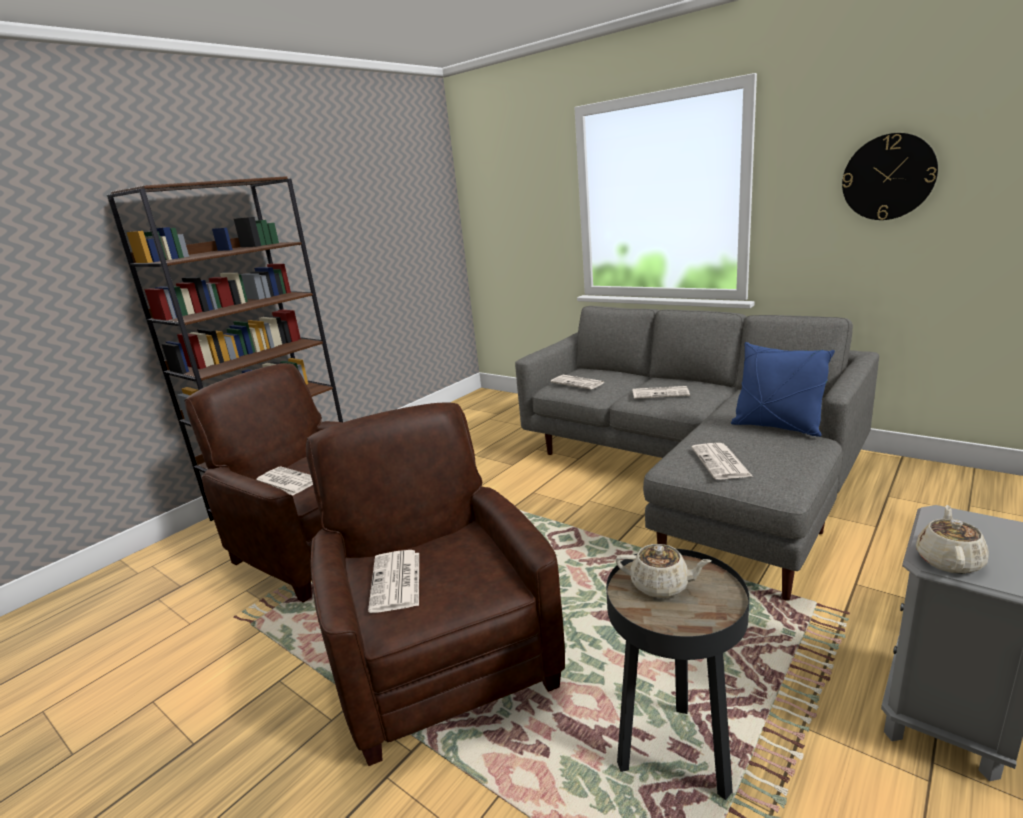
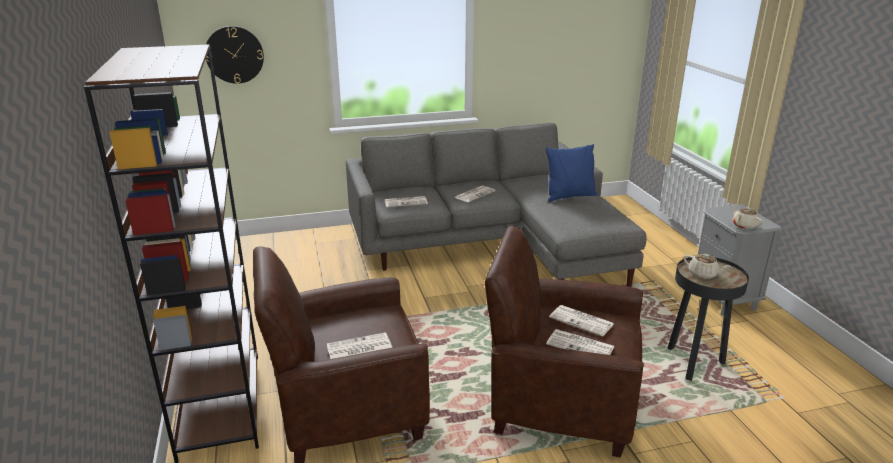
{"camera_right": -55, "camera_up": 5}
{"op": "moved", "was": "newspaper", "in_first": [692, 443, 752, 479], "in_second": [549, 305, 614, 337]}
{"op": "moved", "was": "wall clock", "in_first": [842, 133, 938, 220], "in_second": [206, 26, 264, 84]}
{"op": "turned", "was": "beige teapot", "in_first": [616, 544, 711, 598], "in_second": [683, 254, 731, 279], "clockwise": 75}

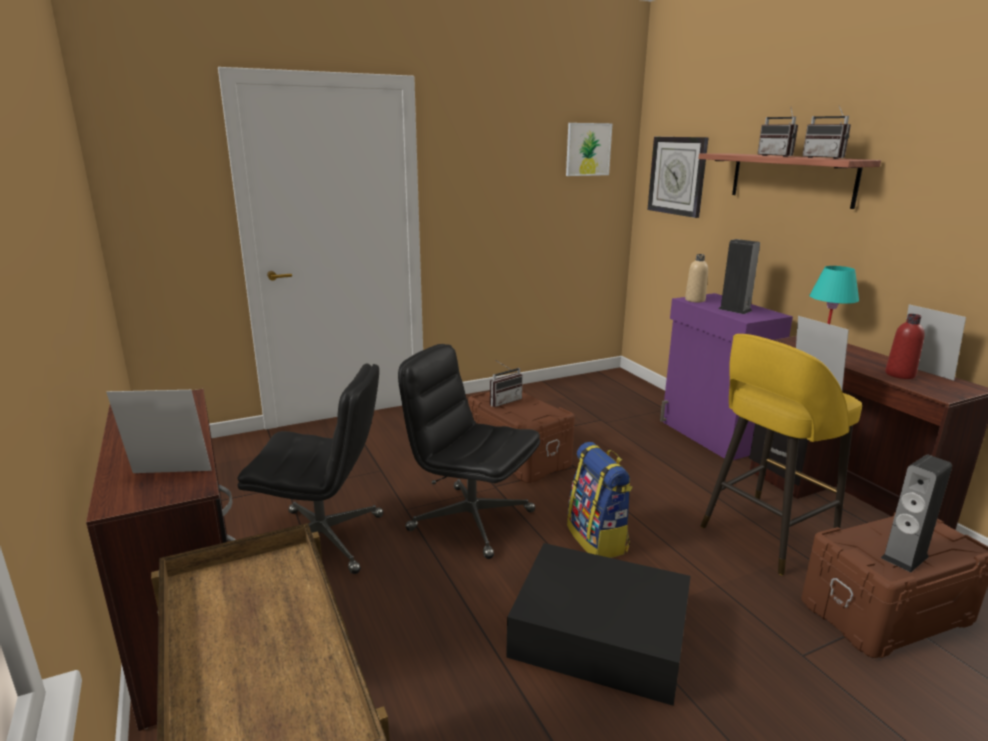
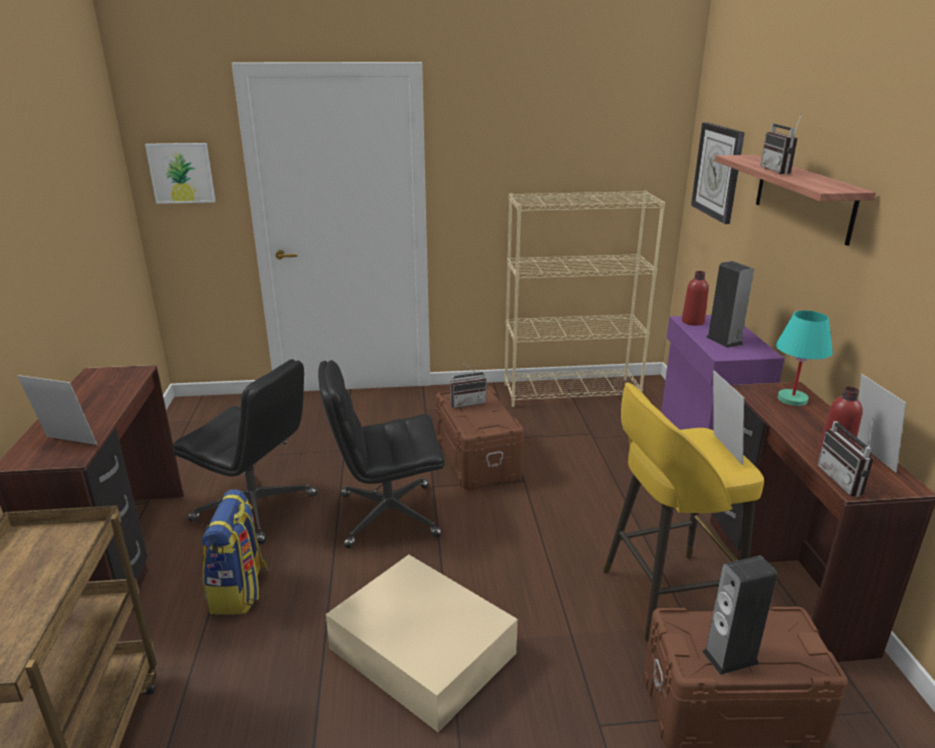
{"camera_right": 20, "camera_up": 5}
{"op": "added", "now": "beige bookcase", "in_second": [504, 191, 665, 407]}
{"op": "moved", "was": "picture", "in_first": [566, 123, 613, 176], "in_second": [145, 143, 216, 204]}
{"op": "moved", "was": "backpack", "in_first": [567, 442, 633, 558], "in_second": [202, 489, 269, 615]}
{"op": "moved", "was": "radio", "in_first": [802, 105, 851, 159], "in_second": [817, 417, 874, 497]}
{"op": "recoloured", "was": "black storage box", "now": "beige storage box", "in_first": [506, 543, 691, 706], "in_second": [326, 555, 518, 732]}
{"op": "recoloured", "was": "beige bottle", "now": "red bottle", "in_first": [685, 254, 708, 302], "in_second": [682, 271, 709, 326]}
{"op": "turned", "was": "black office chair", "in_first": [398, 344, 540, 559], "in_second": [318, 360, 445, 548], "clockwise": -60}

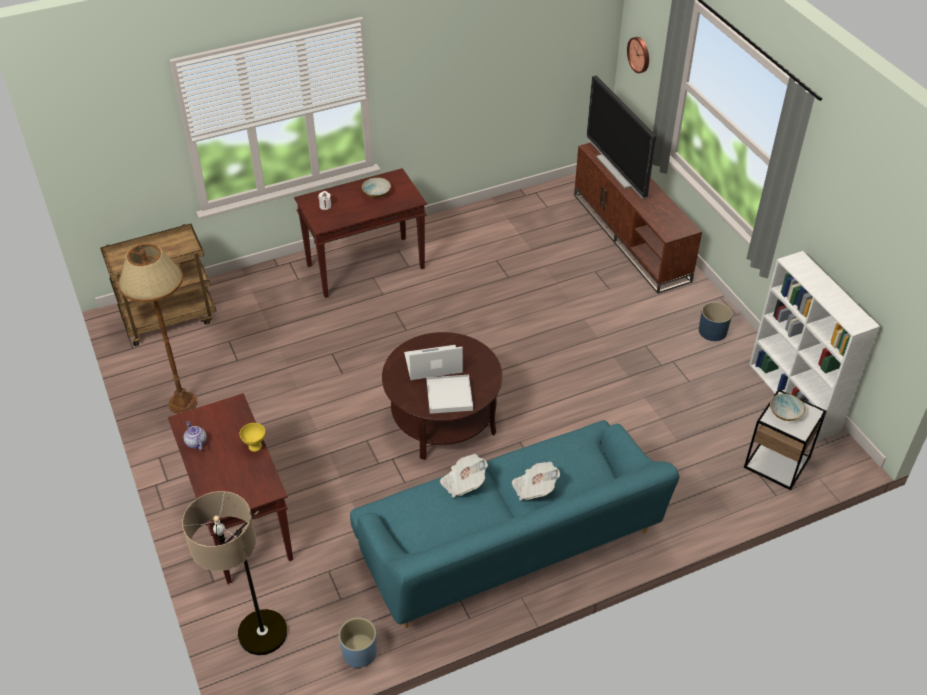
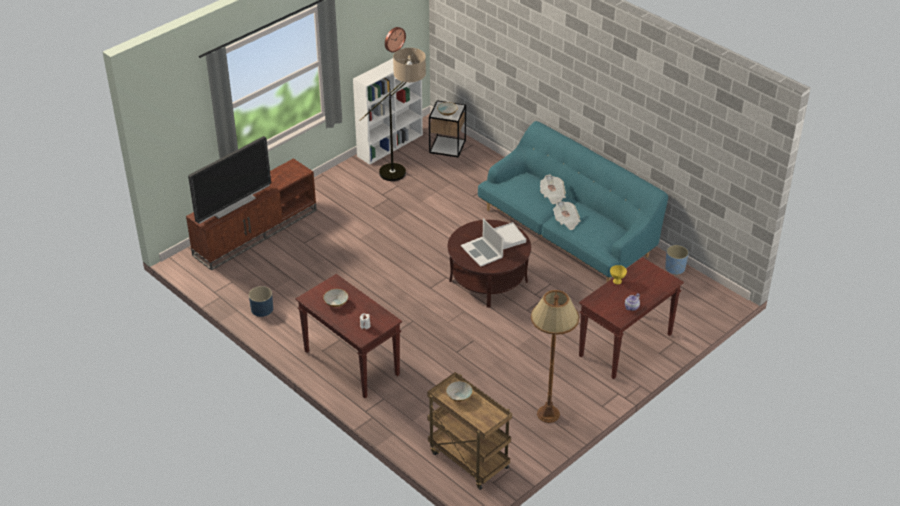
{"camera_right": -110, "camera_up": -5}
{"op": "added", "now": "bowl", "in_second": [446, 381, 473, 402]}
{"op": "moved", "was": "floor lamp", "in_first": [182, 491, 287, 655], "in_second": [359, 48, 426, 181]}
{"op": "moved", "was": "wall clock", "in_first": [627, 37, 649, 73], "in_second": [385, 27, 406, 52]}
{"op": "moved", "was": "blue planter", "in_first": [699, 302, 732, 341], "in_second": [249, 286, 273, 317]}

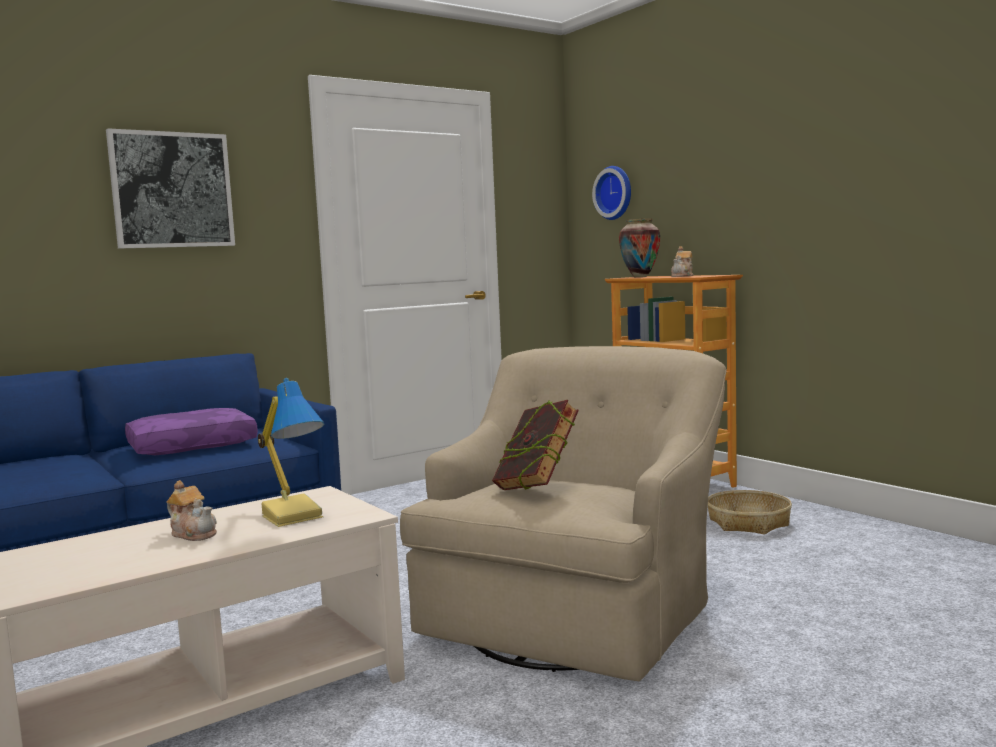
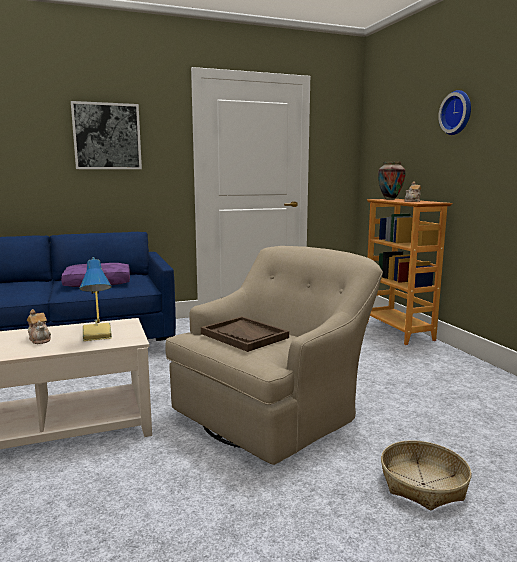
{"camera_right": 15, "camera_up": 5}
{"op": "moved", "was": "wall clock", "in_first": [592, 166, 631, 220], "in_second": [438, 90, 471, 135]}
{"op": "moved", "was": "basket", "in_first": [708, 490, 792, 534], "in_second": [381, 440, 472, 510]}
{"op": "replaced", "was": "book", "now": "brown tray", "in_first": [492, 400, 579, 490], "in_second": [201, 316, 289, 352]}

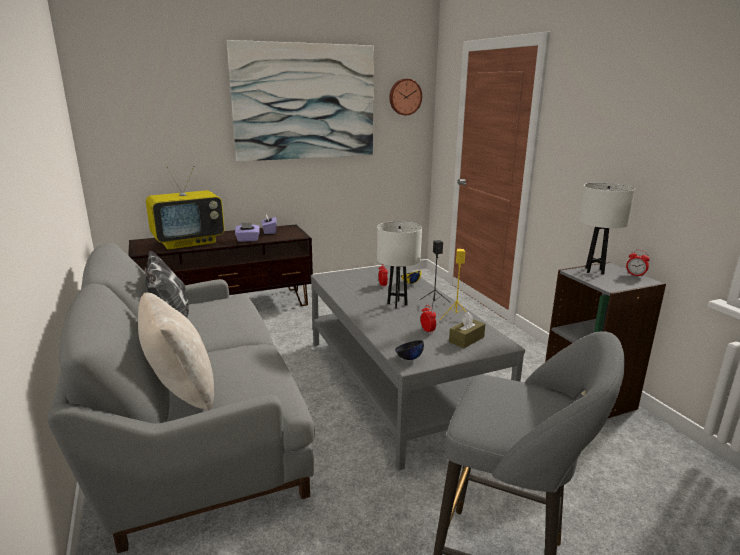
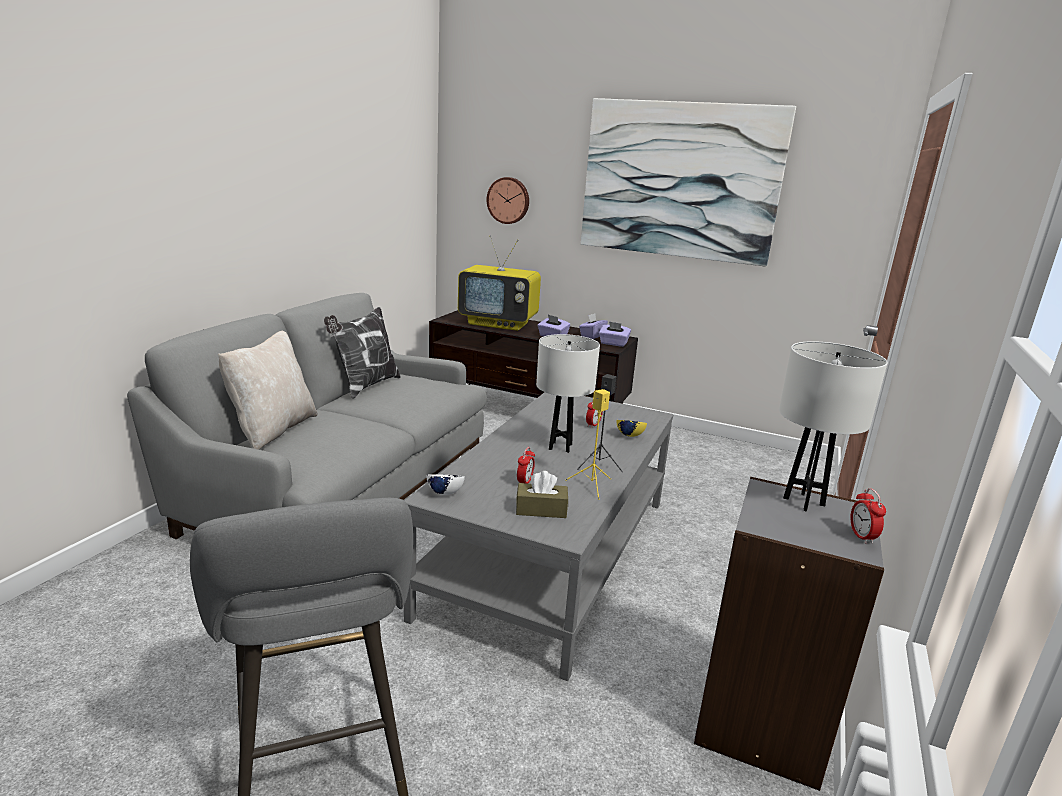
{"camera_right": 45, "camera_up": 0}
{"op": "added", "now": "purple tissue box", "in_second": [599, 321, 631, 347]}
{"op": "moved", "was": "wall clock", "in_first": [389, 79, 422, 115], "in_second": [487, 177, 529, 224]}
{"op": "recoloured", "was": "black bowl", "now": "white bowl", "in_first": [395, 340, 424, 360], "in_second": [427, 474, 465, 495]}

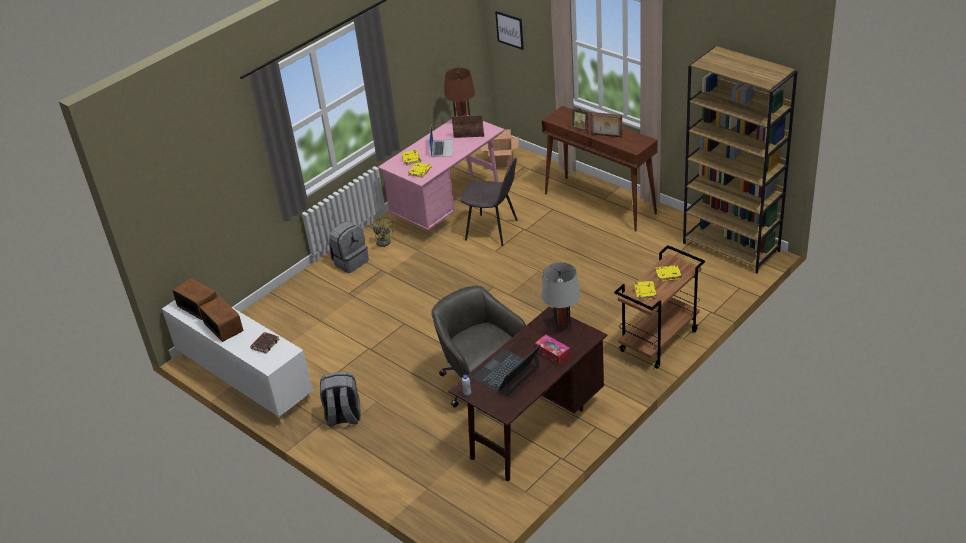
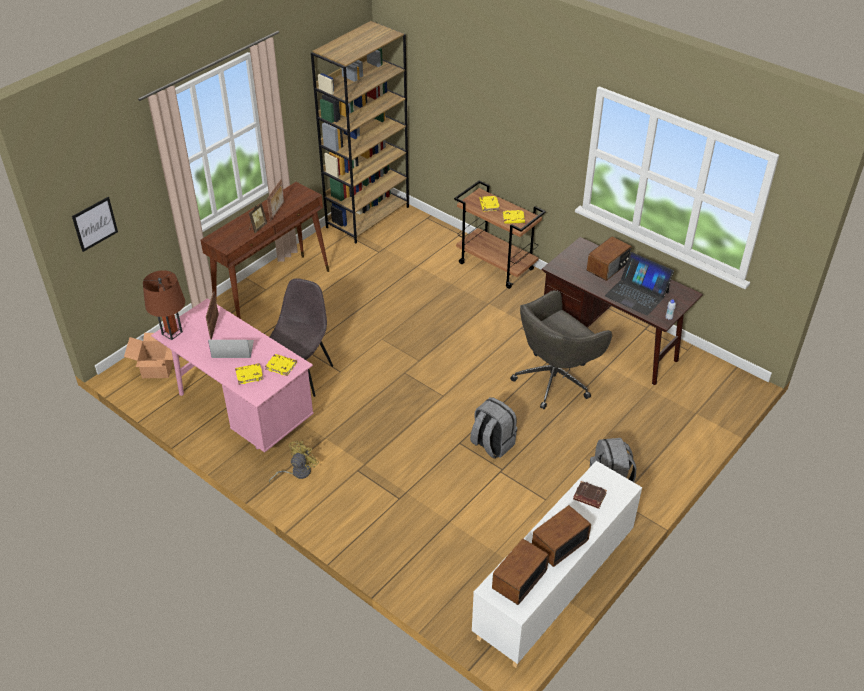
{"camera_right": -95, "camera_up": 5}
{"op": "removed", "was": "grey table lamp", "in_first": [541, 262, 581, 331]}
{"op": "moved", "was": "grey backpack", "in_first": [329, 221, 369, 273], "in_second": [470, 397, 517, 459]}
{"op": "replaced", "was": "tissue box", "now": "radio", "in_first": [535, 335, 570, 365], "in_second": [587, 236, 632, 281]}

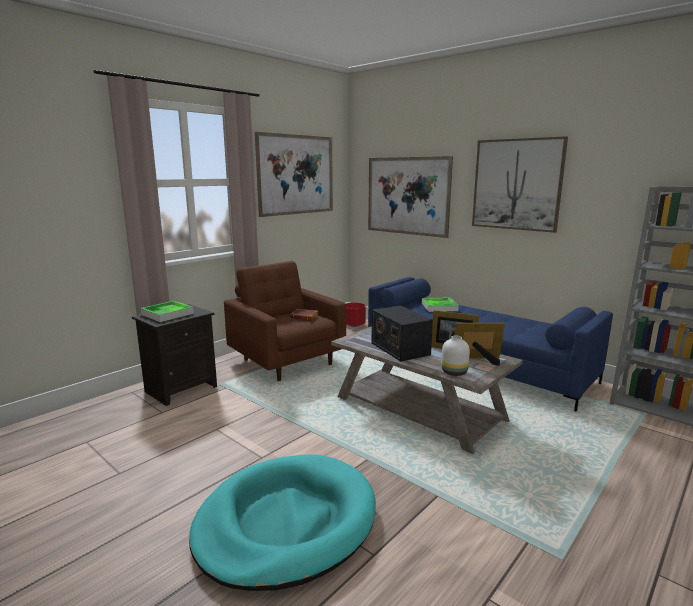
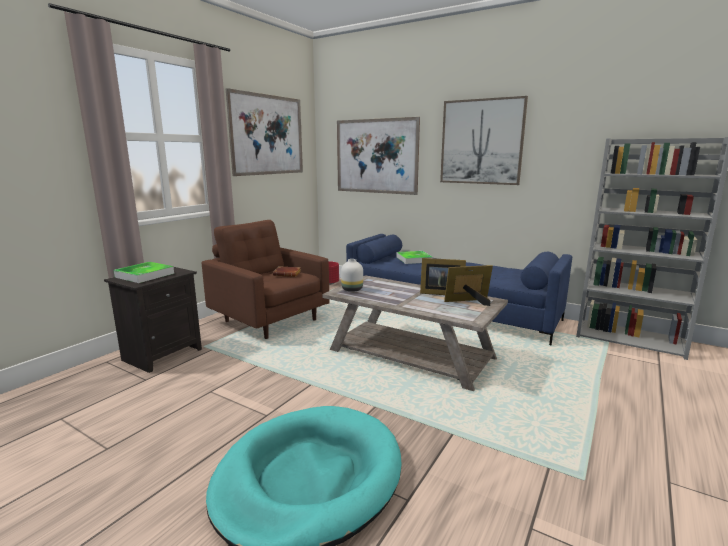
{"camera_right": -10, "camera_up": 0}
{"op": "removed", "was": "radio", "in_first": [372, 306, 433, 361]}
{"op": "moved", "was": "white vase", "in_first": [441, 335, 470, 376], "in_second": [341, 259, 363, 292]}

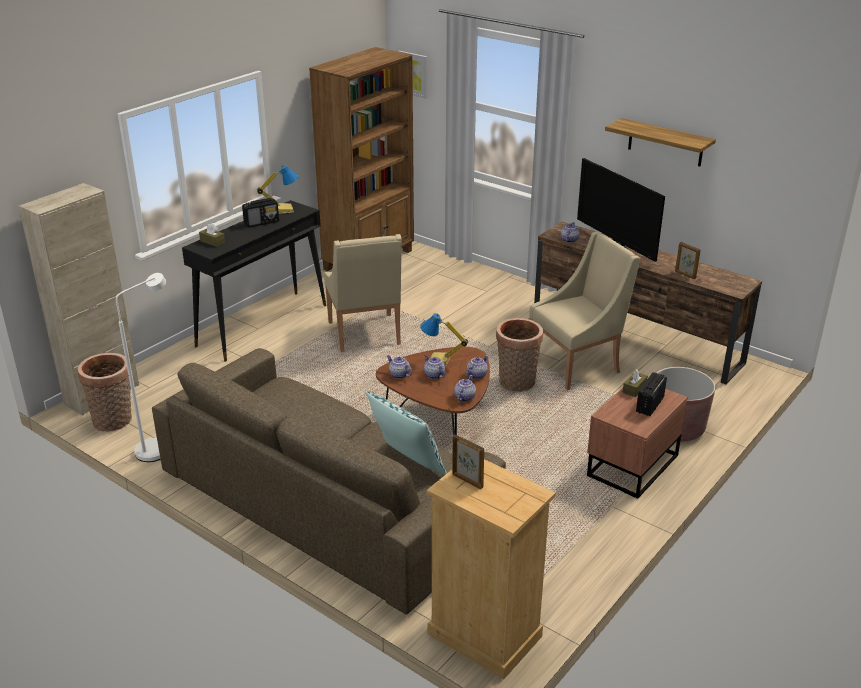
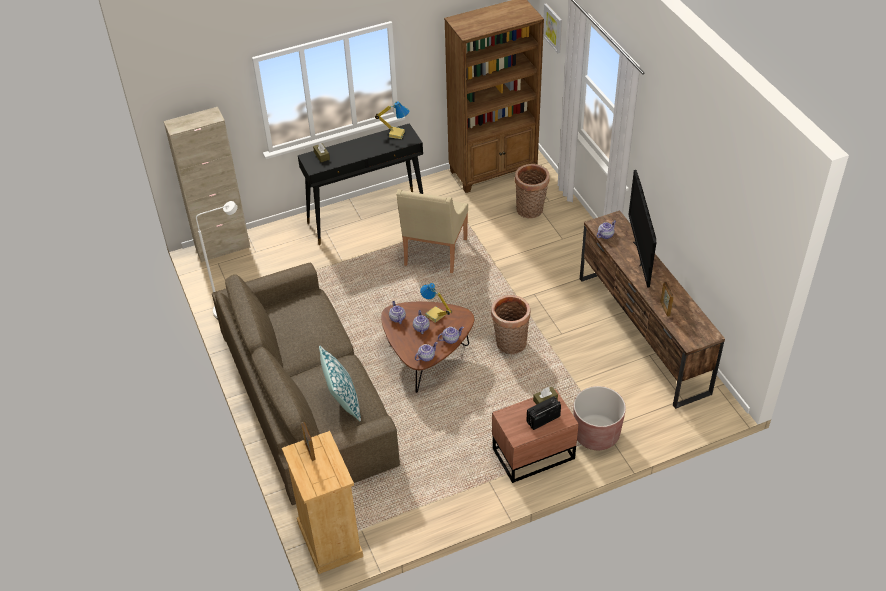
{"camera_right": 30, "camera_up": 15}
{"op": "removed", "was": "radio", "in_first": [242, 198, 279, 228]}
{"op": "removed", "was": "beige armchair", "in_first": [529, 232, 640, 390]}
{"op": "removed", "was": "shelf", "in_first": [605, 118, 716, 166]}
{"op": "moved", "was": "basket", "in_first": [78, 353, 132, 432], "in_second": [515, 164, 550, 218]}

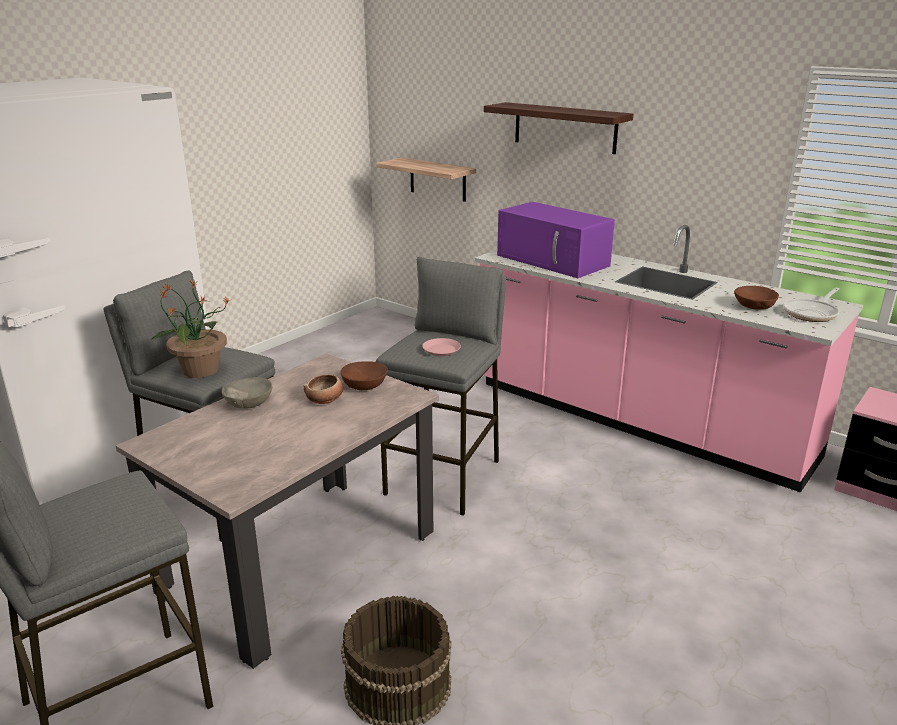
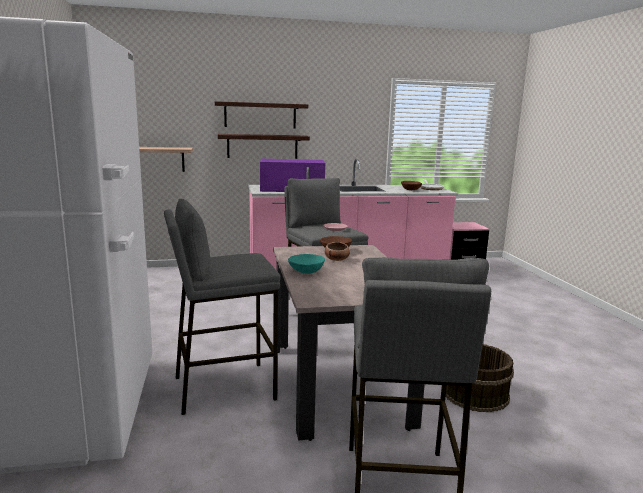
{"camera_right": -50, "camera_up": -10}
{"op": "removed", "was": "potted plant", "in_first": [150, 279, 232, 378]}
{"op": "added", "now": "shelf", "in_second": [218, 134, 310, 159]}
{"op": "recoloured", "was": "grey bowl", "now": "turquoise bowl", "in_first": [221, 377, 273, 409], "in_second": [288, 254, 325, 274]}

